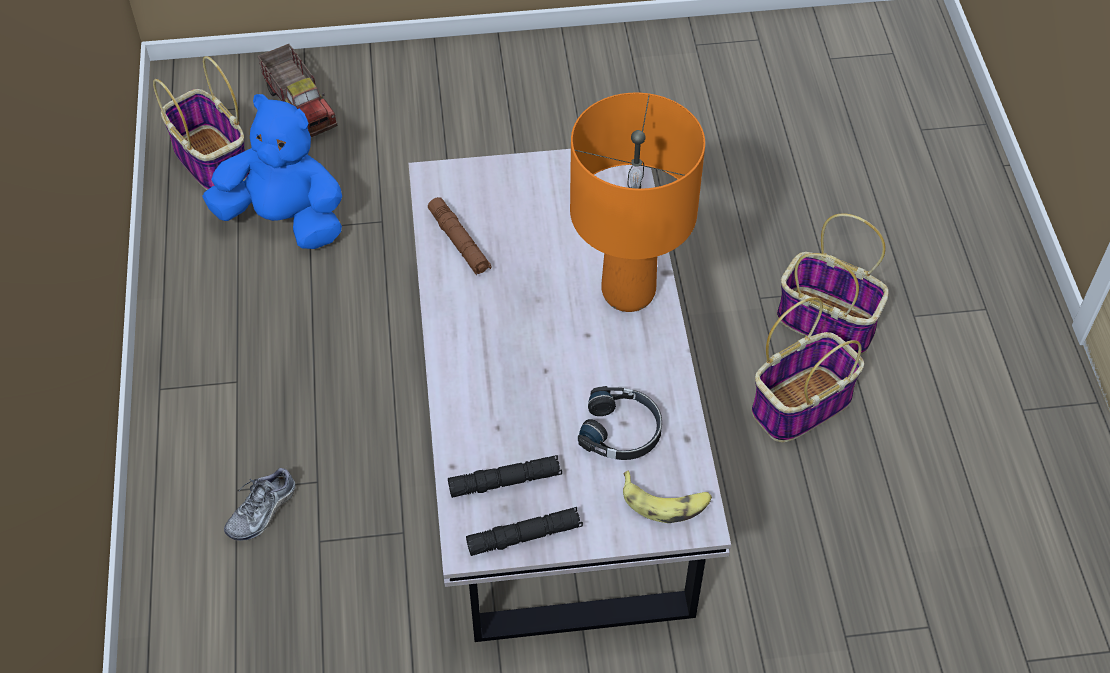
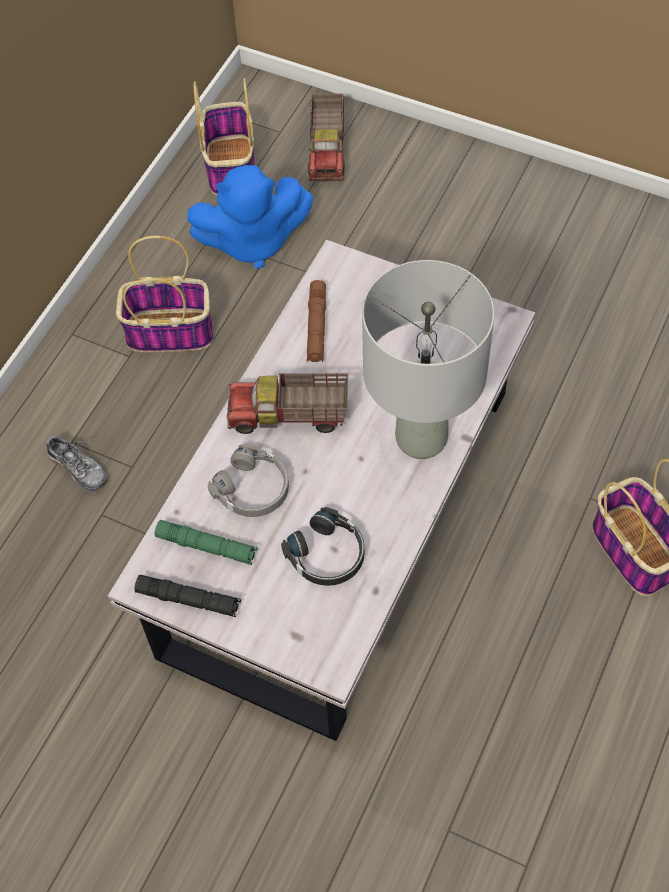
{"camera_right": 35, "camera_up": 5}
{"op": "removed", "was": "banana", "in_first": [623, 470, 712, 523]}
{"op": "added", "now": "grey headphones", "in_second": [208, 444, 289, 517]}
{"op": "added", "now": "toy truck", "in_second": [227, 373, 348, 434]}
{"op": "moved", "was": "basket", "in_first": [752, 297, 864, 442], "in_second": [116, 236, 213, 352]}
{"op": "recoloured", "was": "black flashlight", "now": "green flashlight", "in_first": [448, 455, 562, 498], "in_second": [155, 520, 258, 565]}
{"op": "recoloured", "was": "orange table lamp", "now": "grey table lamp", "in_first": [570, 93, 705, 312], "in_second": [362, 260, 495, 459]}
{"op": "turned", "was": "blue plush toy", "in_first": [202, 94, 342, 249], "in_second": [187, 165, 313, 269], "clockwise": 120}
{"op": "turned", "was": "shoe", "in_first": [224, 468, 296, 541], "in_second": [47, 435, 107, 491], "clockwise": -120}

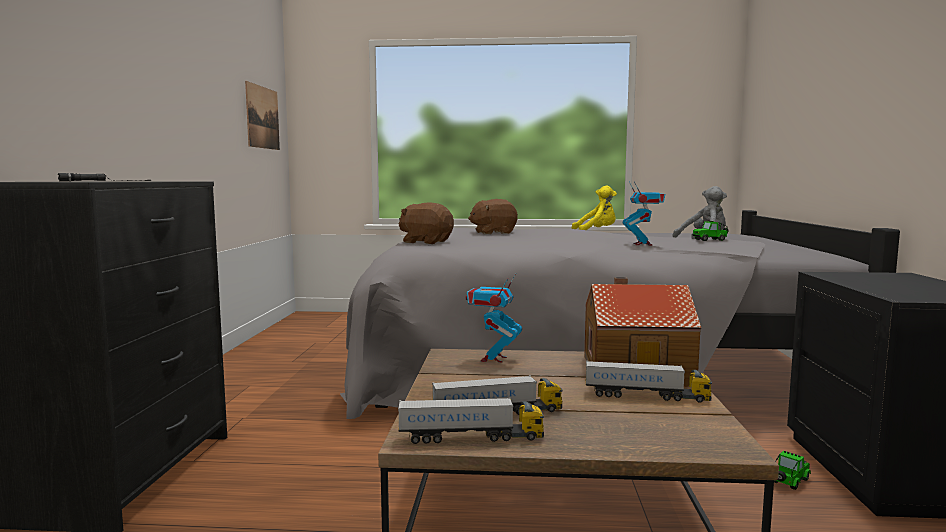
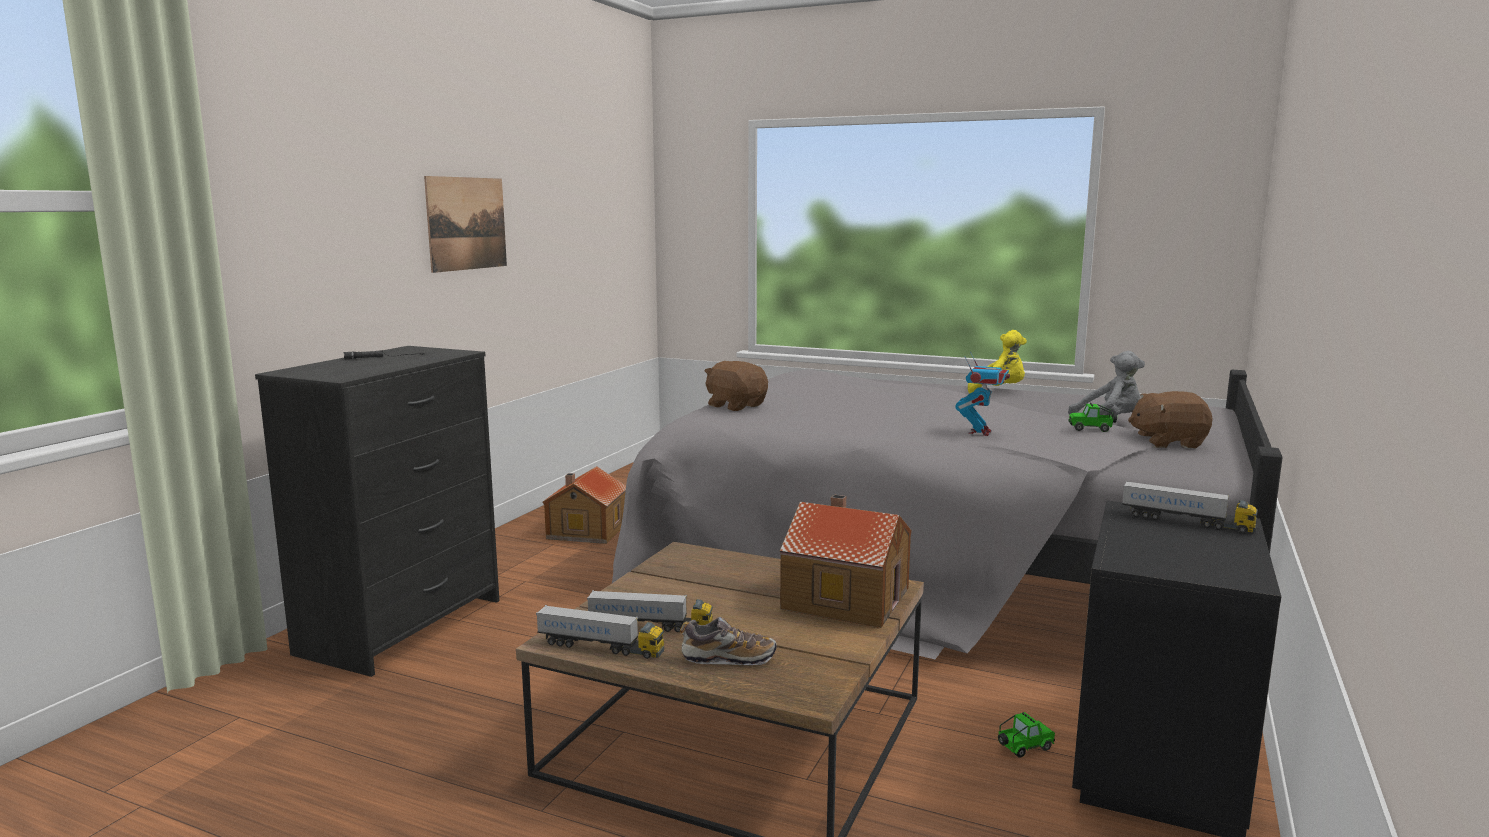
{"camera_right": 20, "camera_up": 5}
{"op": "removed", "was": "toy robot", "in_first": [466, 274, 522, 363]}
{"op": "added", "now": "toy house", "in_second": [543, 466, 626, 544]}
{"op": "added", "now": "shoe", "in_second": [680, 617, 777, 665]}
{"op": "moved", "was": "picture", "in_first": [245, 81, 280, 150], "in_second": [424, 176, 507, 273]}
{"op": "moved", "was": "brown plush toy", "in_first": [468, 199, 518, 234], "in_second": [1128, 391, 1213, 448]}
{"op": "moved", "was": "toy truck", "in_first": [586, 361, 712, 403], "in_second": [1122, 481, 1258, 533]}

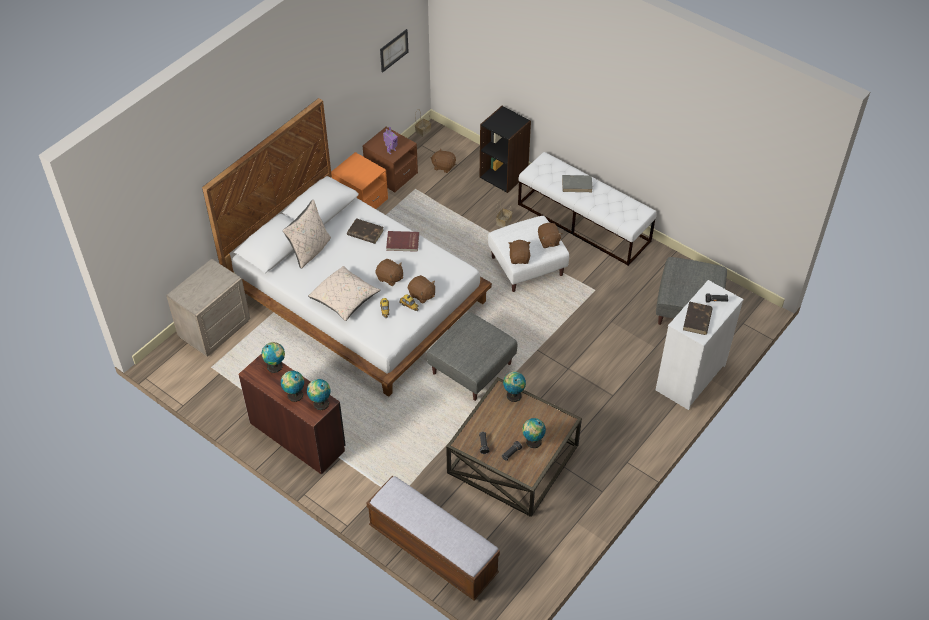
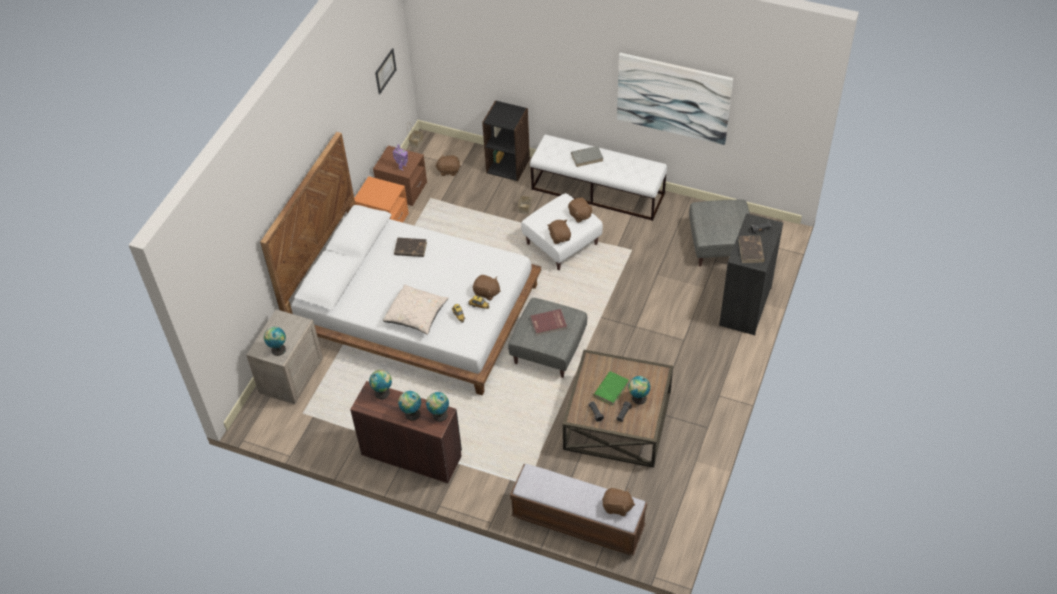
{"camera_right": -15, "camera_up": 0}
{"op": "removed", "was": "beige pillow", "in_first": [283, 200, 331, 269]}
{"op": "added", "now": "green book", "in_second": [594, 371, 629, 406]}
{"op": "added", "now": "picture", "in_second": [617, 53, 733, 145]}
{"op": "moved", "was": "brown plush toy", "in_first": [376, 259, 403, 286], "in_second": [602, 488, 635, 516]}
{"op": "moved", "was": "red book", "in_first": [386, 231, 419, 252], "in_second": [530, 309, 567, 335]}
{"op": "moved", "was": "globe", "in_first": [503, 372, 526, 402], "in_second": [264, 327, 286, 356]}
{"op": "recoloured", "was": "white dresser", "now": "black dresser", "in_first": [656, 280, 744, 410], "in_second": [719, 213, 783, 335]}

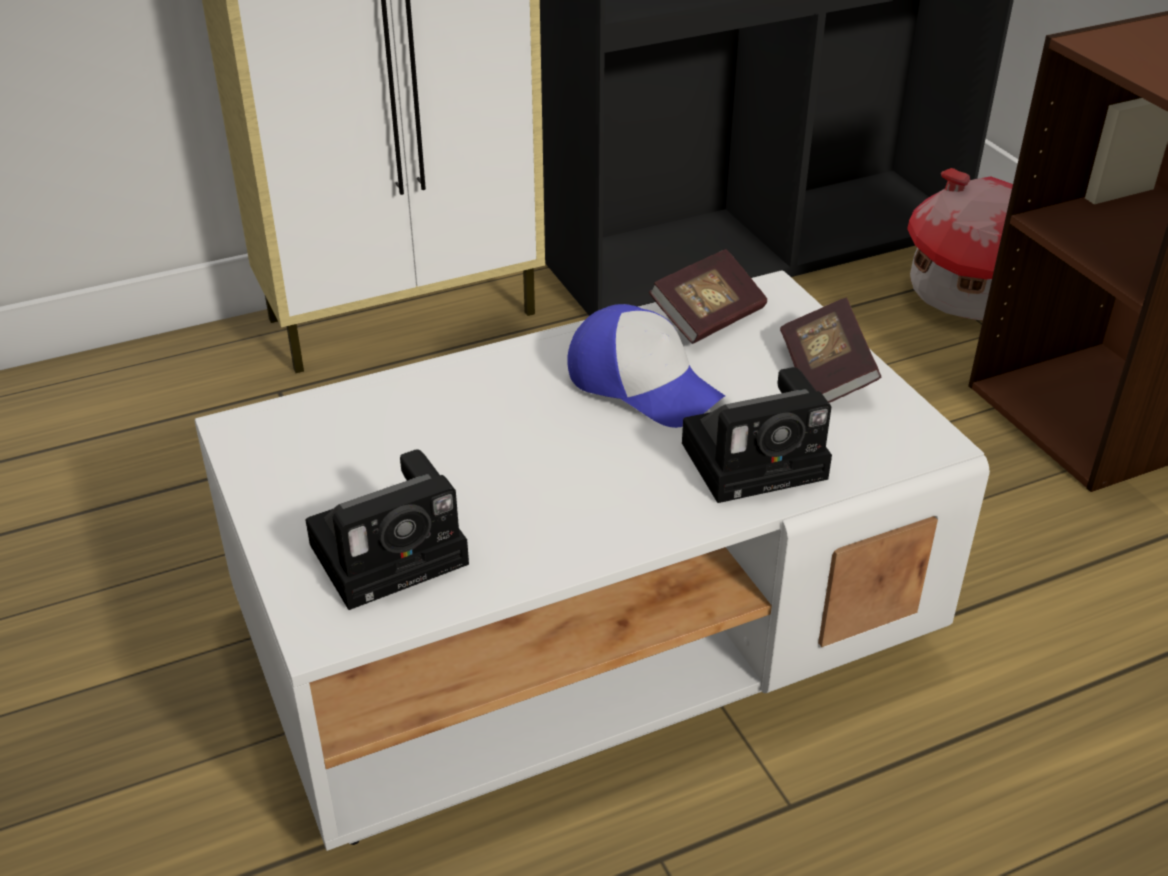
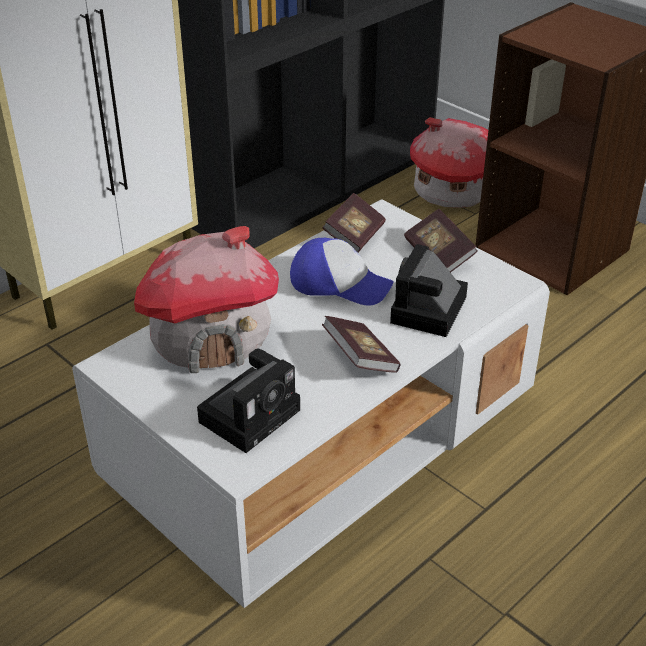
{"camera_right": -20, "camera_up": 0}
{"op": "added", "now": "toy house", "in_second": [134, 226, 279, 373]}
{"op": "added", "now": "book", "in_second": [322, 316, 400, 373]}
{"op": "turned", "was": "photo camera", "in_first": [682, 367, 832, 503], "in_second": [390, 244, 468, 337], "clockwise": 150}

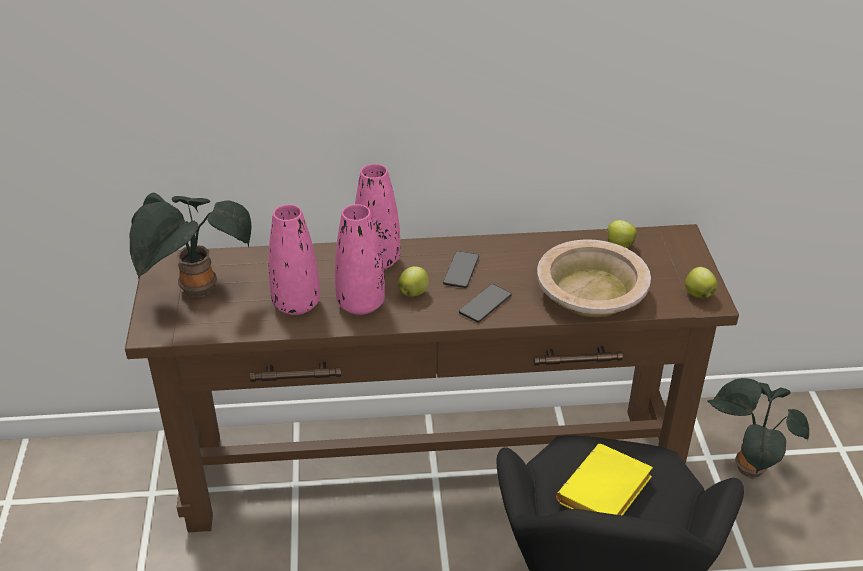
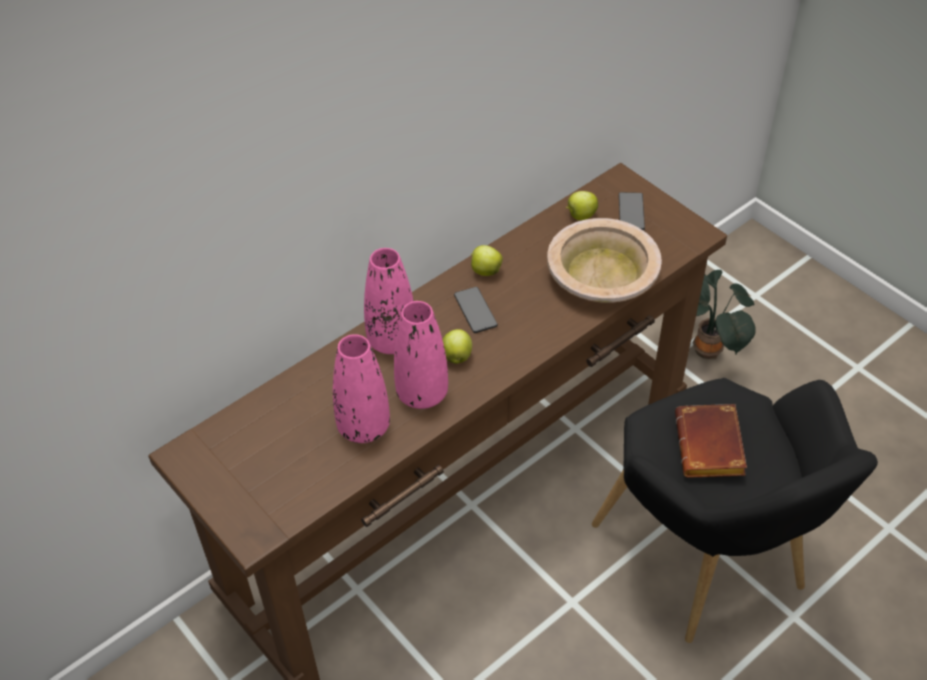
{"camera_right": -35, "camera_up": 10}
{"op": "removed", "was": "potted plant", "in_first": [130, 193, 251, 297]}
{"op": "moved", "was": "phone", "in_first": [459, 284, 511, 322], "in_second": [619, 192, 645, 230]}
{"op": "moved", "was": "apple", "in_first": [685, 267, 718, 299], "in_second": [470, 245, 503, 276]}
{"op": "recoloured", "was": "yellow book", "now": "brown book", "in_first": [556, 444, 653, 516], "in_second": [675, 404, 747, 478]}

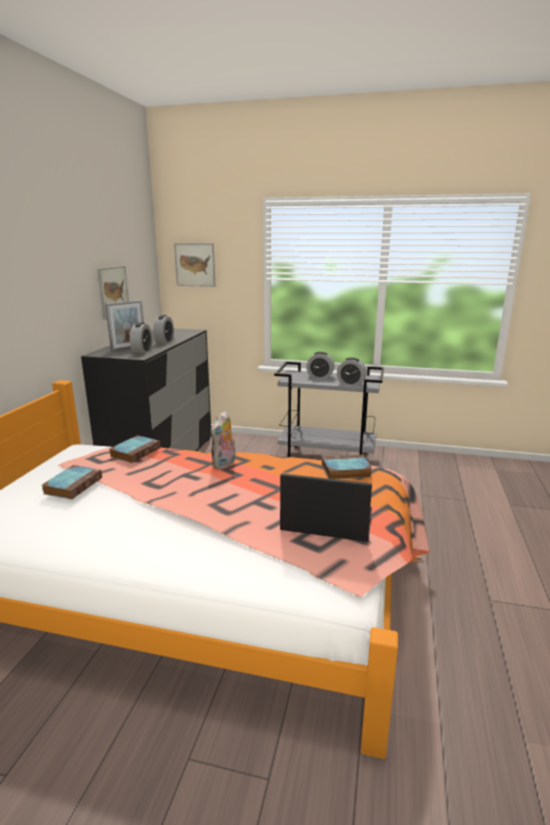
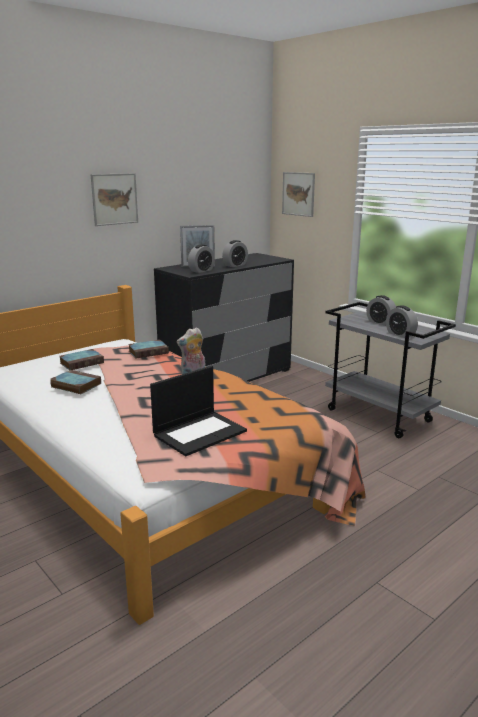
{"camera_right": 35, "camera_up": 0}
{"op": "moved", "was": "picture", "in_first": [97, 266, 129, 319], "in_second": [91, 173, 138, 226]}
{"op": "moved", "was": "book", "in_first": [322, 455, 372, 479], "in_second": [50, 370, 101, 394]}
{"op": "turned", "was": "laptop", "in_first": [280, 474, 372, 542], "in_second": [150, 366, 247, 456], "clockwise": 90}

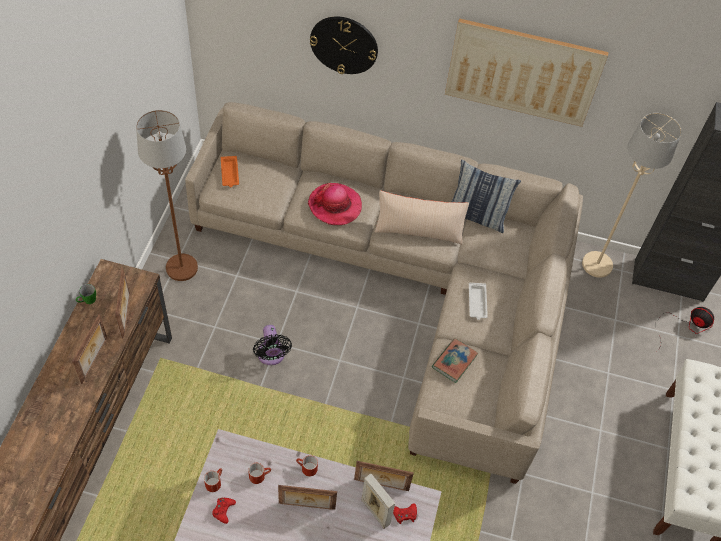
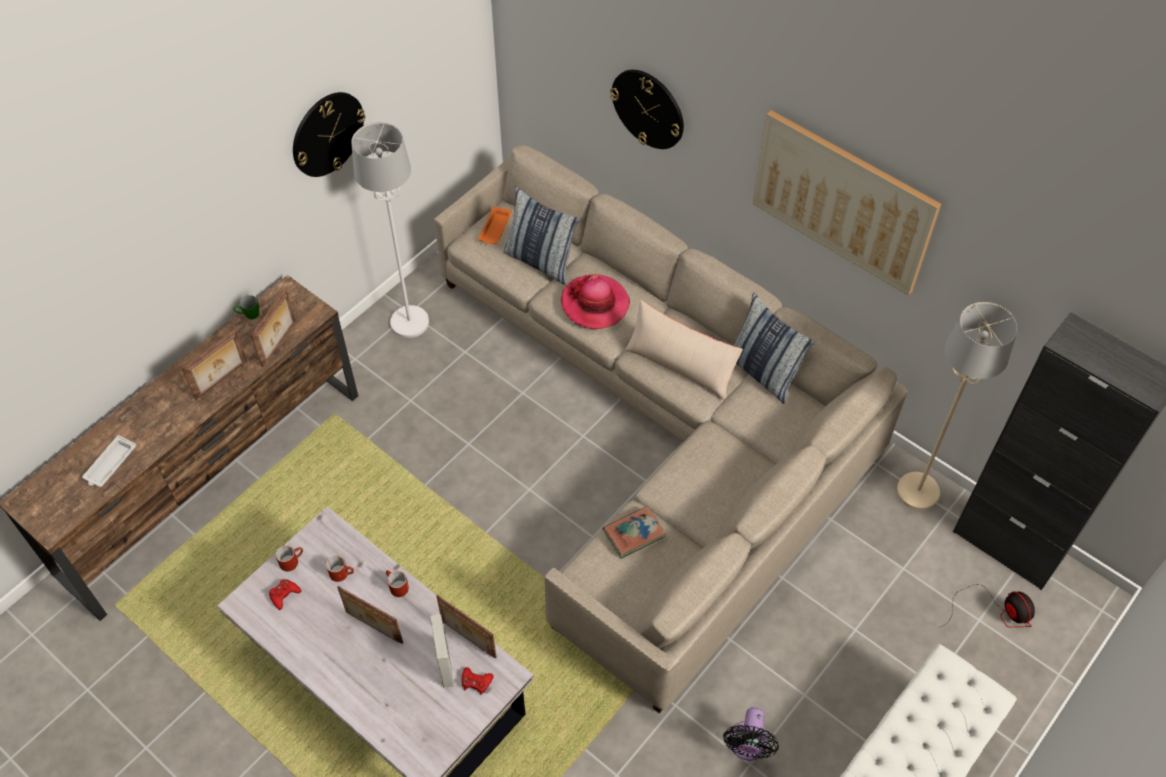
{"camera_right": 30, "camera_up": 0}
{"op": "added", "now": "wall clock", "in_second": [293, 92, 365, 177]}
{"op": "added", "now": "pillow", "in_second": [503, 186, 580, 285]}
{"op": "moved", "was": "black fan", "in_first": [253, 325, 292, 365], "in_second": [723, 707, 779, 761]}
{"op": "moved", "was": "white tray", "in_first": [469, 283, 488, 320], "in_second": [82, 435, 136, 487]}
{"op": "recoloured", "was": "brown floor lamp", "now": "white floor lamp", "in_first": [136, 110, 198, 281], "in_second": [351, 122, 429, 338]}

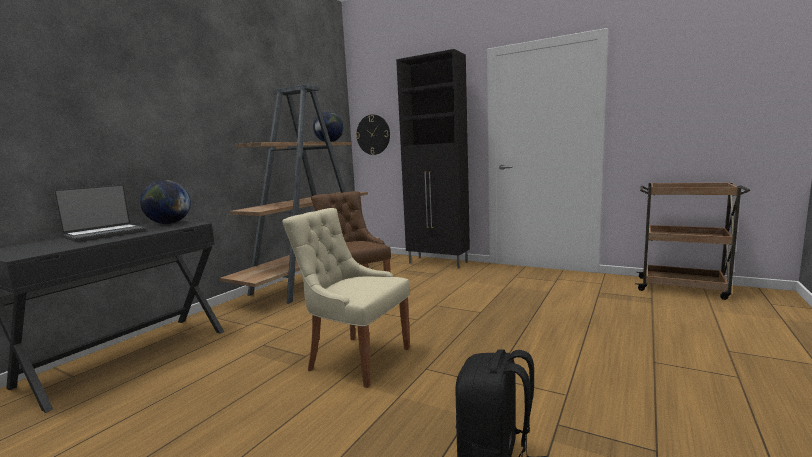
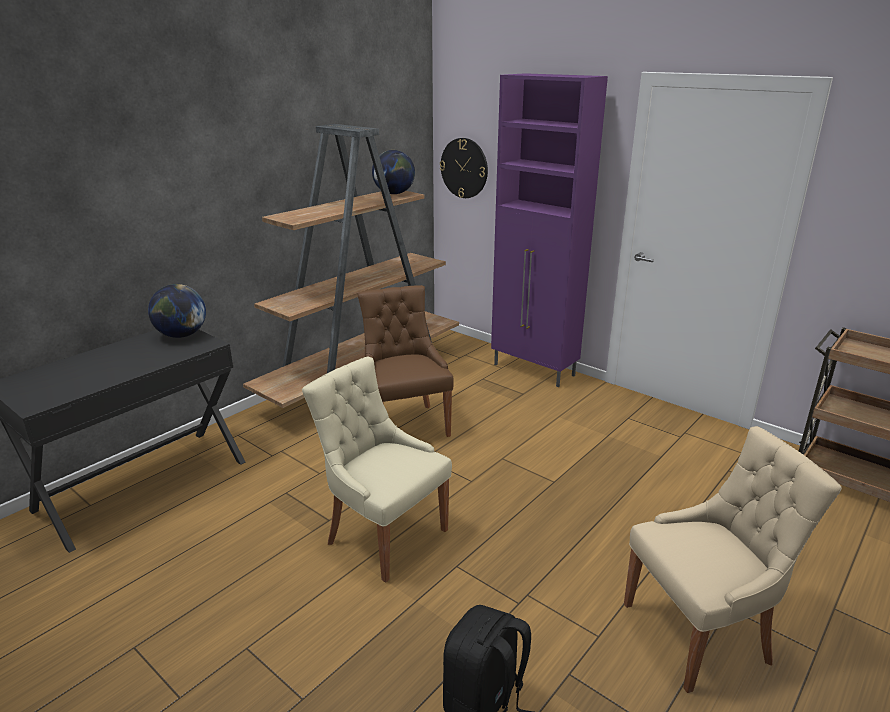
{"camera_right": 10, "camera_up": 15}
{"op": "removed", "was": "laptop", "in_first": [54, 184, 146, 242]}
{"op": "added", "now": "beige chair", "in_second": [624, 426, 842, 693]}
{"op": "recoloured", "was": "black cabinet", "now": "purple cabinet", "in_first": [396, 49, 470, 268], "in_second": [491, 73, 608, 387]}

